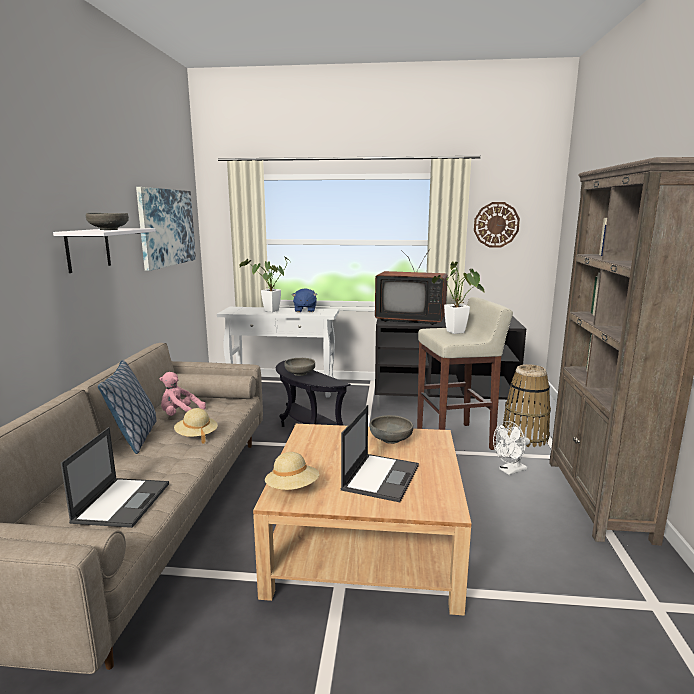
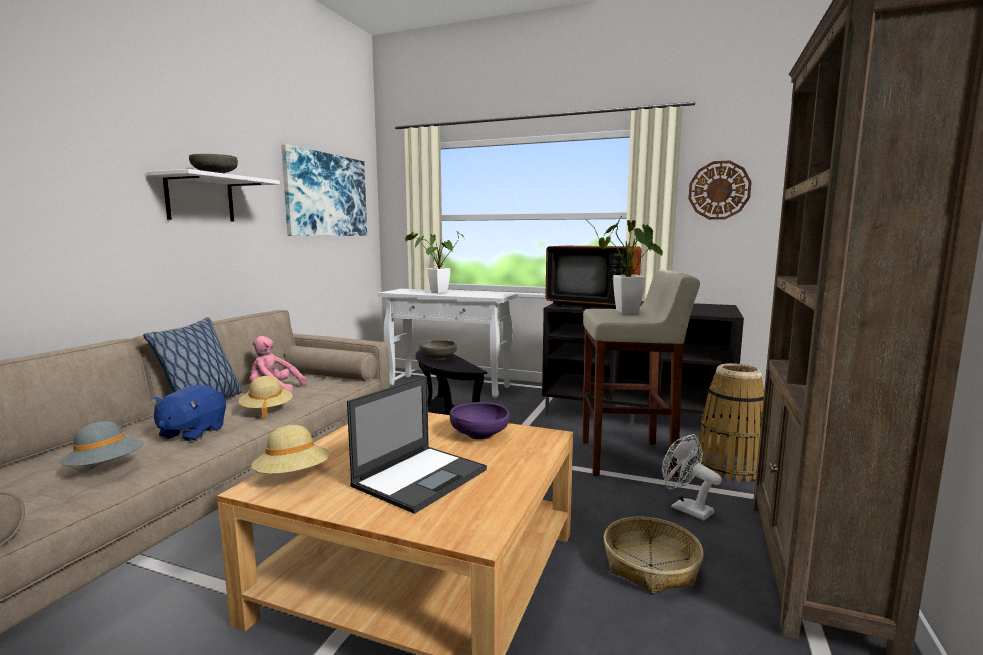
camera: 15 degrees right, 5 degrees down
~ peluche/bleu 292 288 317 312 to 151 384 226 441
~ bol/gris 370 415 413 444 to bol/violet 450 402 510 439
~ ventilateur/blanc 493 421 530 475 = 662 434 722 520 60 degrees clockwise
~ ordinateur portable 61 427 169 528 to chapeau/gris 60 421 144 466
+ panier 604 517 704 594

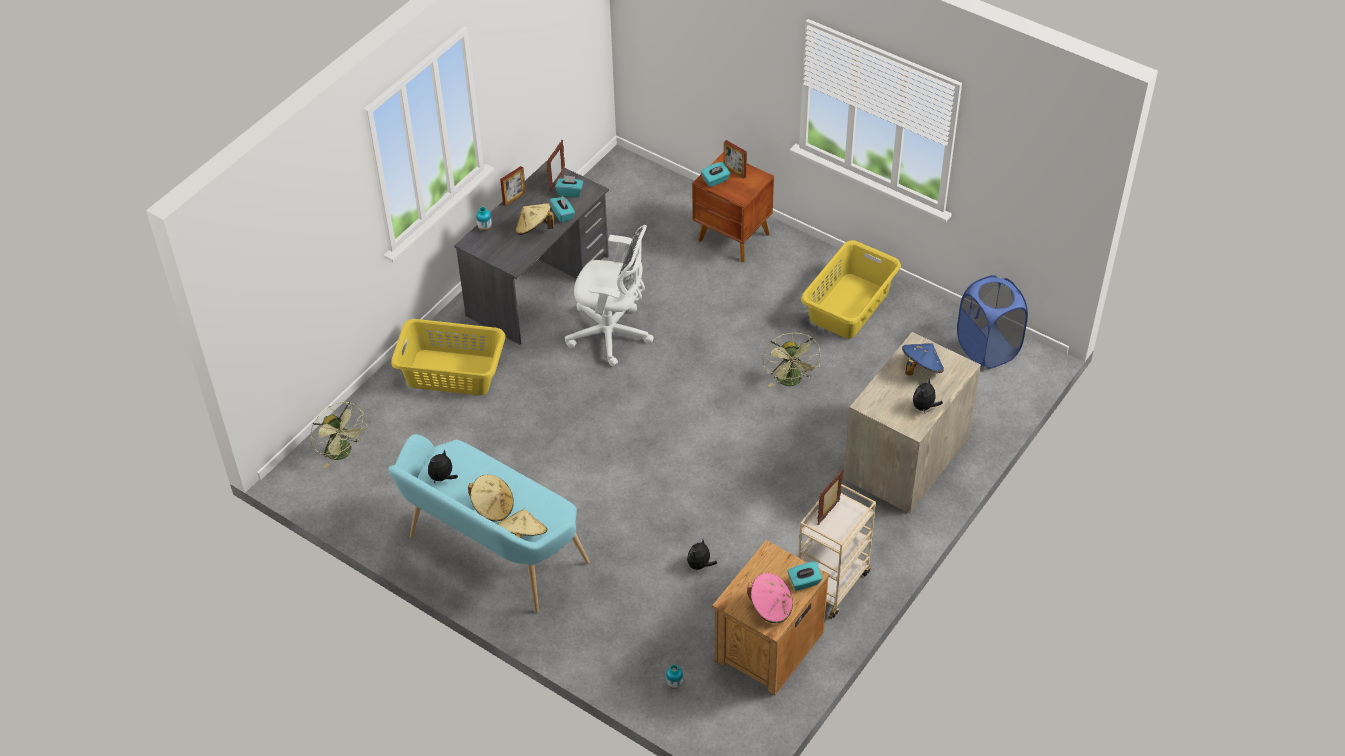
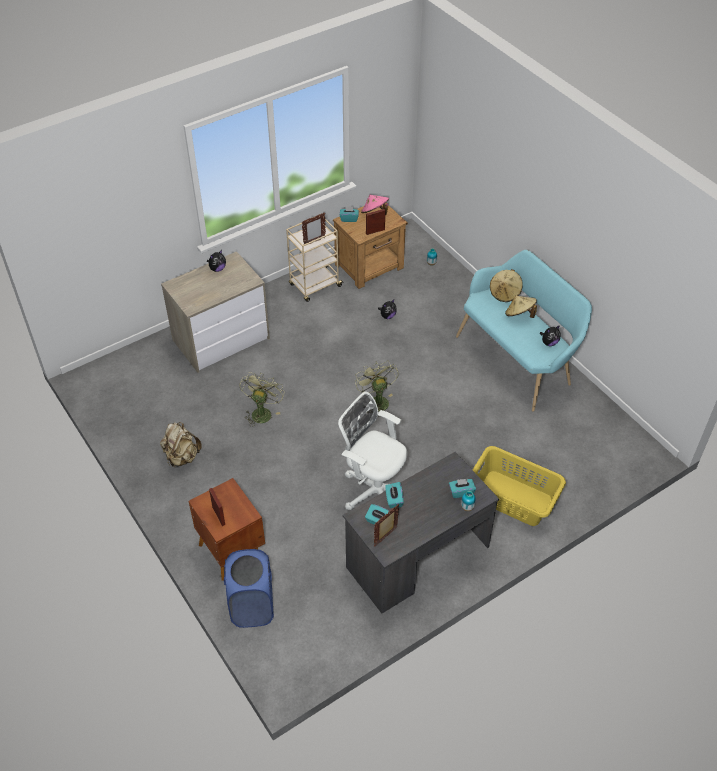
camera: 160 degrees left, 0 degrees up
~ boîte à mouchoirs/turquoise 701 162 730 187 to 449 479 476 498
~ cadre photo 500 166 526 206 to 366 209 385 235
- chapeau/beige 516 203 554 235
~ panier à linge/jaune 801 240 901 338 to sac à dos/beige 160 422 202 468
~ panier à linge/bleu 957 275 1028 369 to 224 549 274 628
- chapeau/bleu 902 343 944 375
~ ventilateur/vert 310 401 368 468 to 355 360 399 417

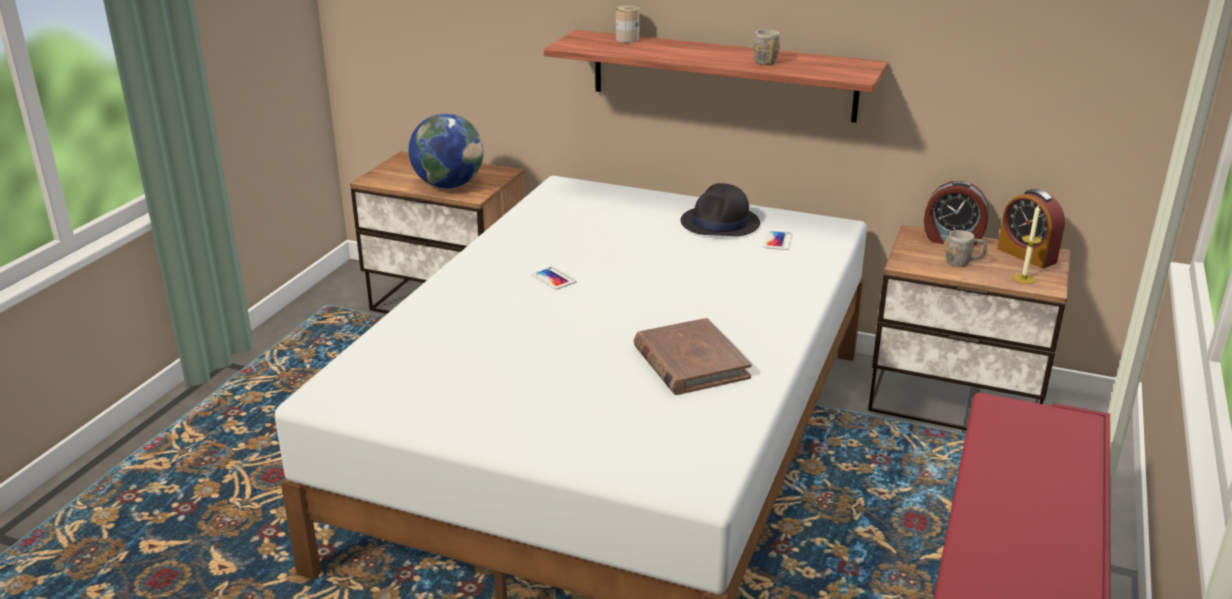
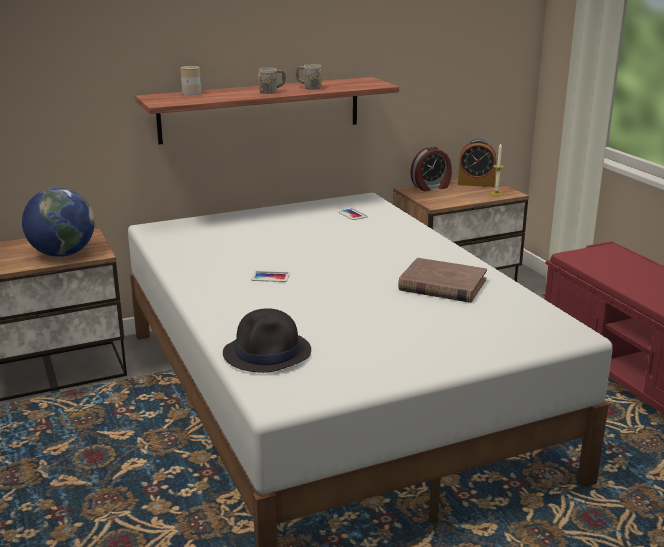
camera: 45 degrees left, 5 degrees down
~ chapeau/noir 681 183 760 236 to 223 308 311 373
~ mug/gris 945 230 987 267 to 258 68 286 94

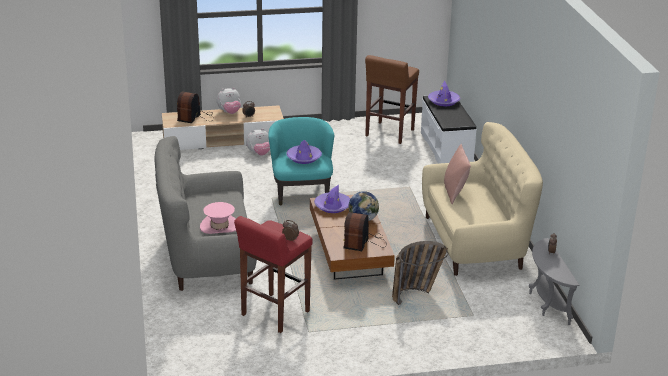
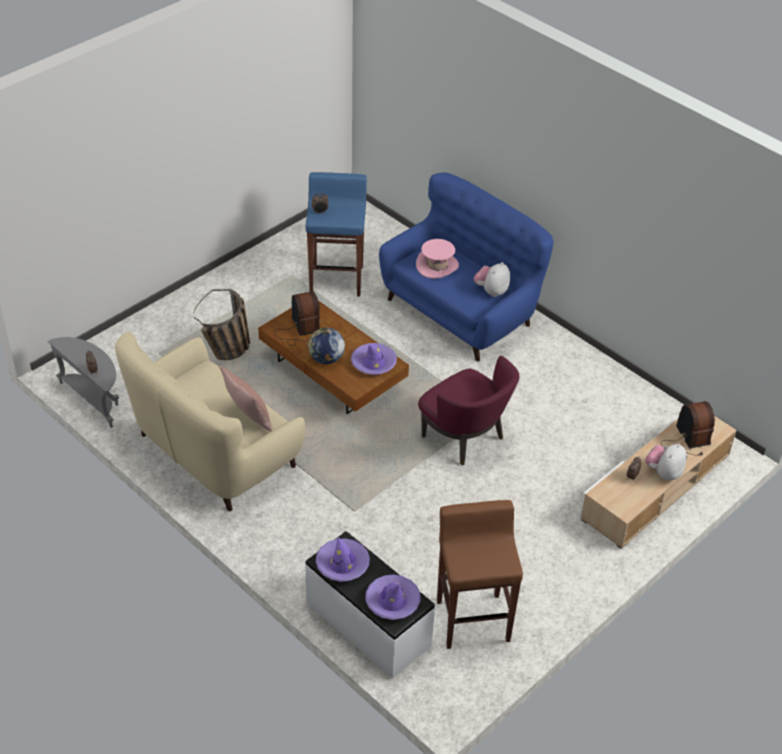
camera: 145 degrees right, 15 degrees up
~ fauteuil/turquoise 269 117 334 206 to fauteuil/violet 418 356 519 465
~ peluche 246 128 270 156 to 474 262 510 297
~ canapé/gris 154 136 257 291 to canapé/bleu 379 172 554 362
~ chapeau/violet 286 140 322 164 to 316 537 370 582
~ tabouret/rouge 234 216 313 333 to tabouret/bleu 305 172 367 296

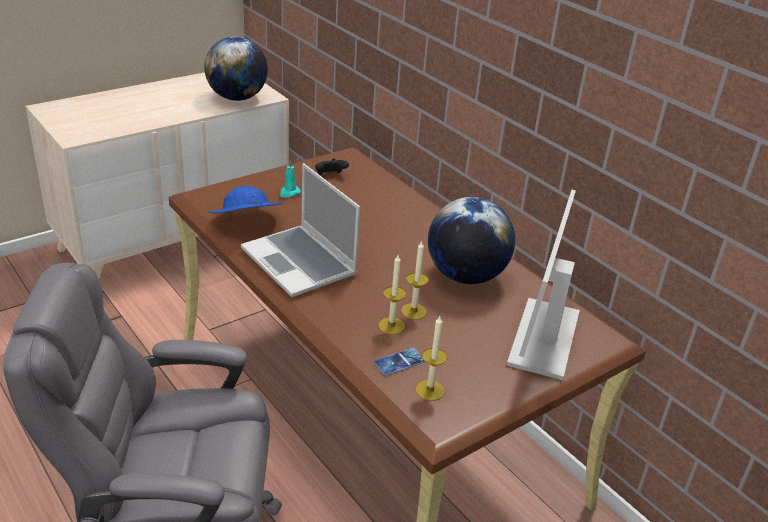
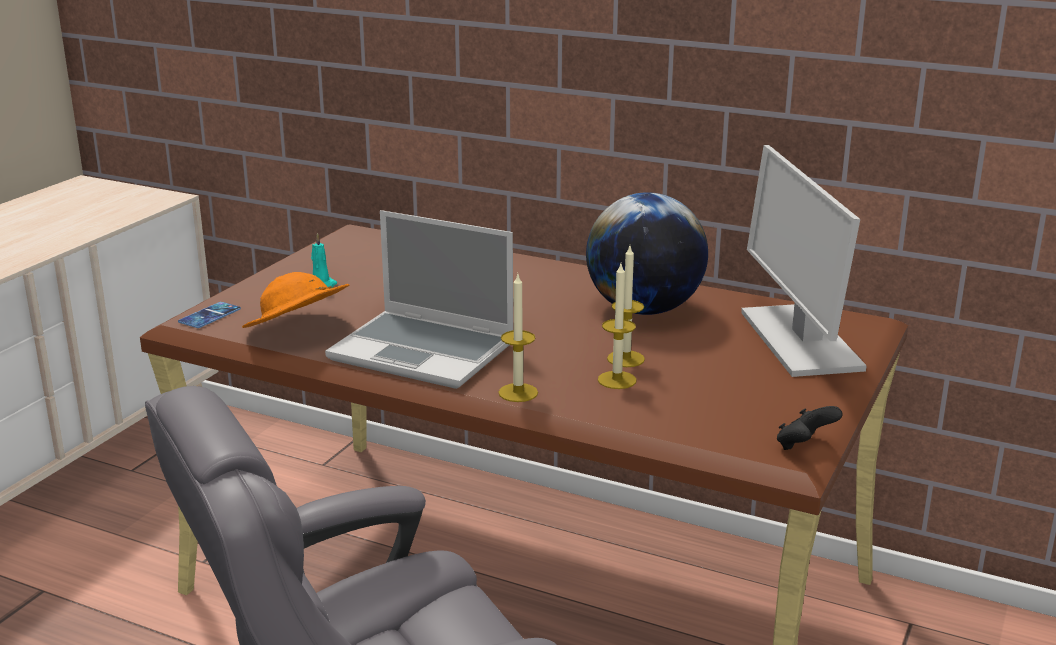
camera: 25 degrees left, 10 degrees down
- globe 204 37 268 101
~ manette/noir 315 159 349 175 to 777 406 843 450
~ chapeau/bleu 209 186 282 213 to chapeau/orange 242 272 350 328
~ bougie 416 316 447 401 to 498 274 538 402
~ téléphone 374 348 425 376 to 178 302 241 328

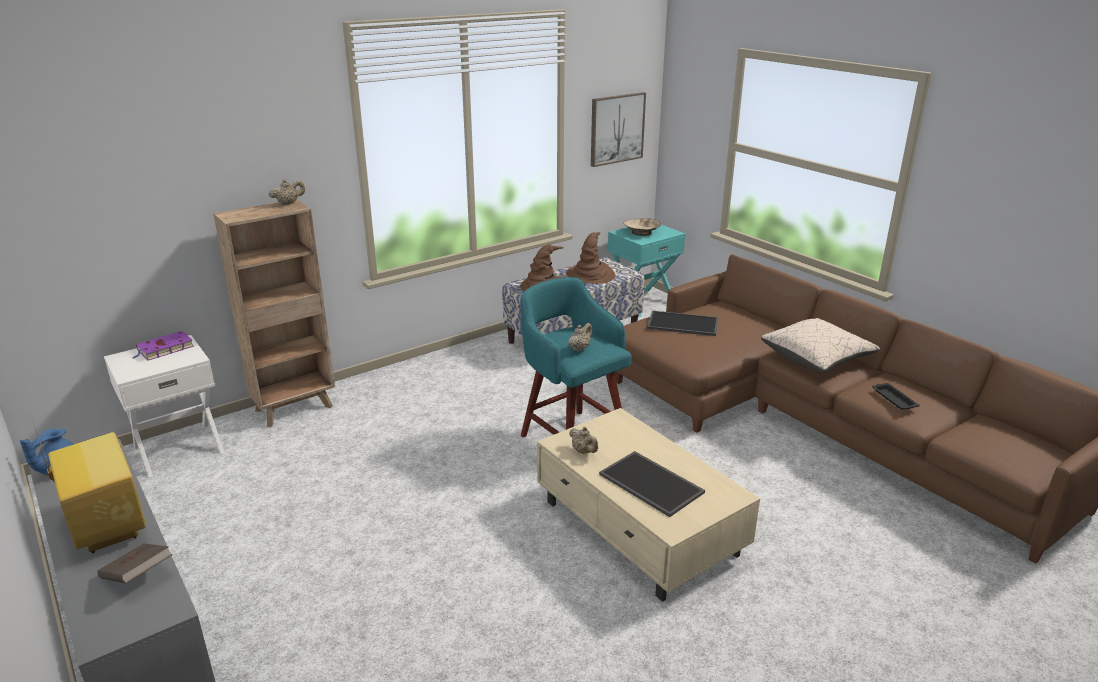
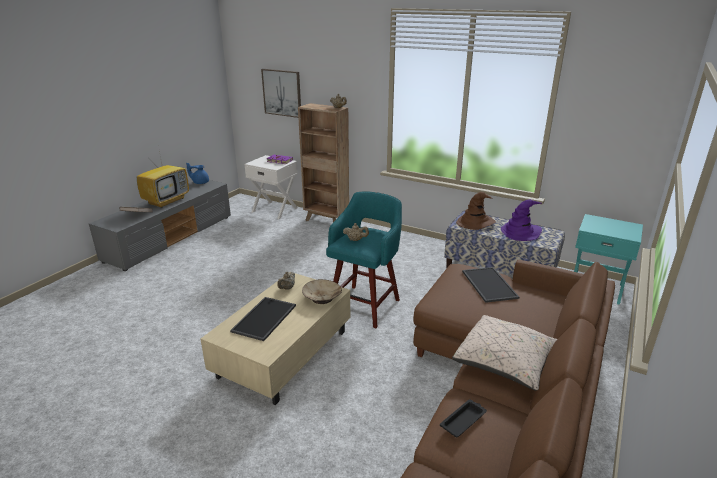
camera: 65 degrees right, 0 degrees up
~ tableau 591 92 646 167 to 261 69 301 118
~ bol/beige 624 218 661 236 to 302 279 342 304
~ chapeau/marron 566 232 615 284 to chapeau/violet 501 199 542 241

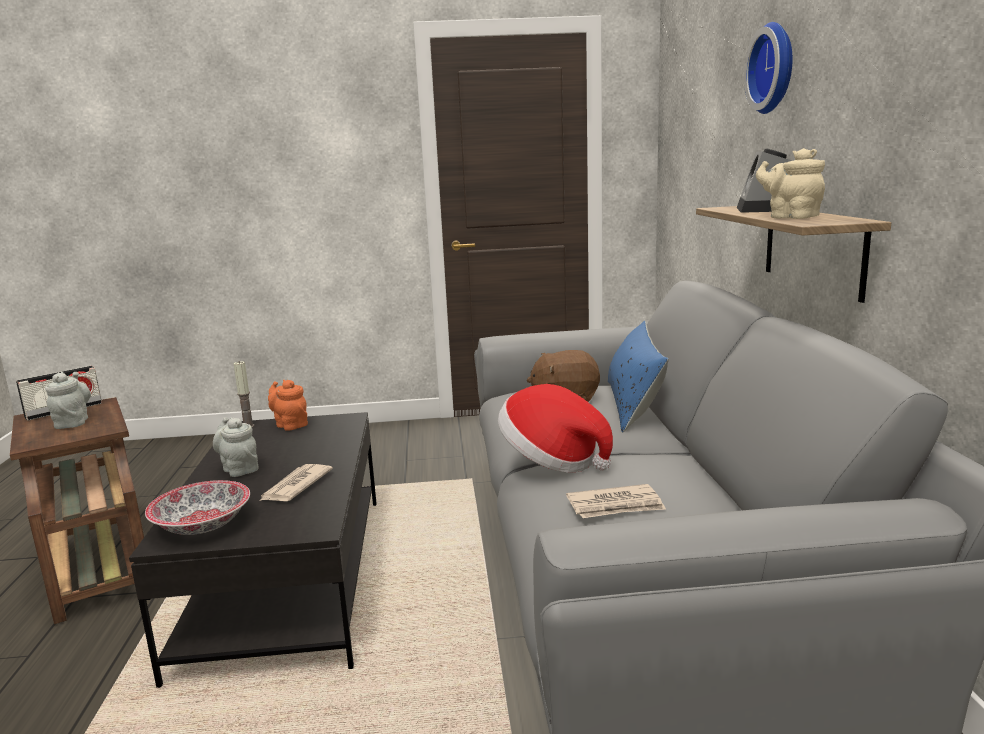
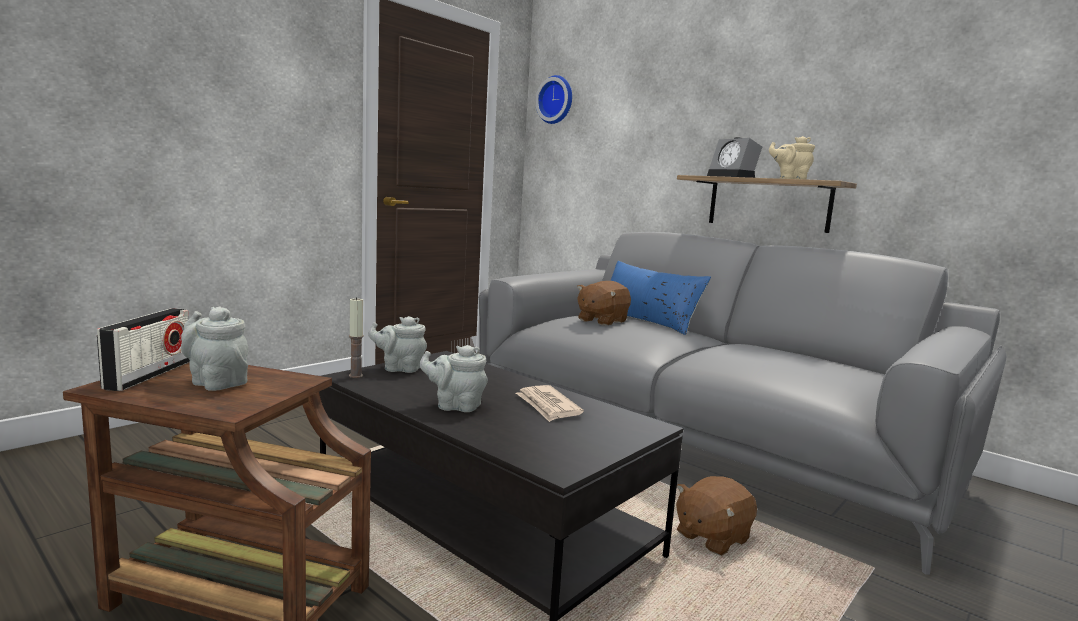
camera: 45 degrees left, 5 degrees down
~ horloge murale 744 22 793 114 to 535 75 572 124
~ théière/orange 268 380 308 431 to théière/gris 368 316 427 373
- chapeau 498 384 613 473
- bol 145 480 250 535
- journal 566 484 666 518
+ peluche/marron 676 476 757 556

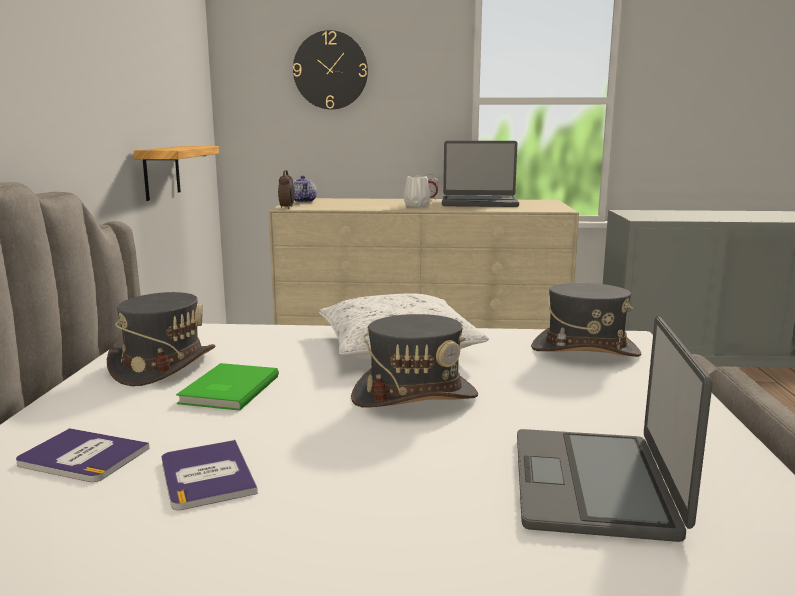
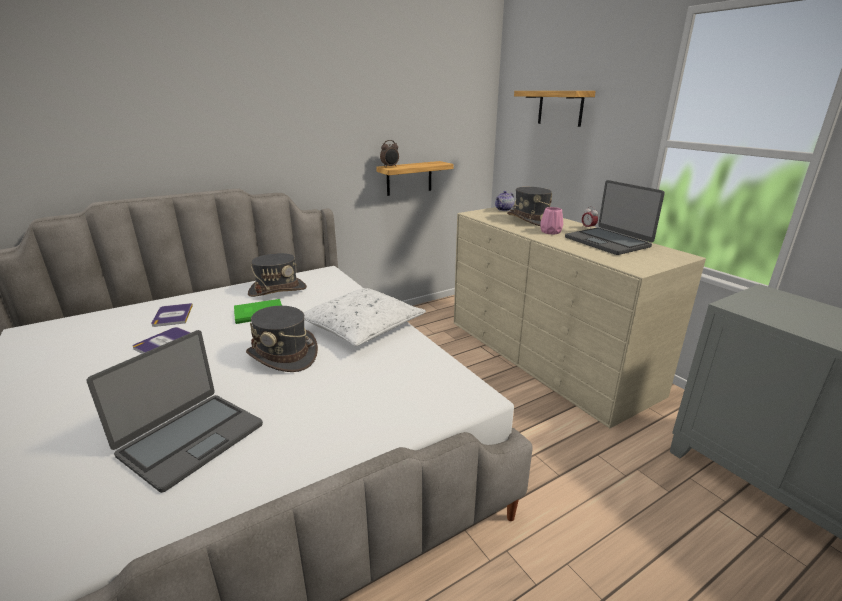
camera: 55 degrees right, 10 degrees up
~ horloge murale 293 30 368 110 to étagère 514 91 596 127
~ réveil 278 170 295 209 to 380 140 399 167
~ vase/blanc 404 176 431 207 to vase/rose 541 207 563 235
~ chapeau/gris 531 283 641 357 to 507 187 552 226
~ ordinateur portable 517 316 712 542 = 87 330 263 493 150 degrees clockwise

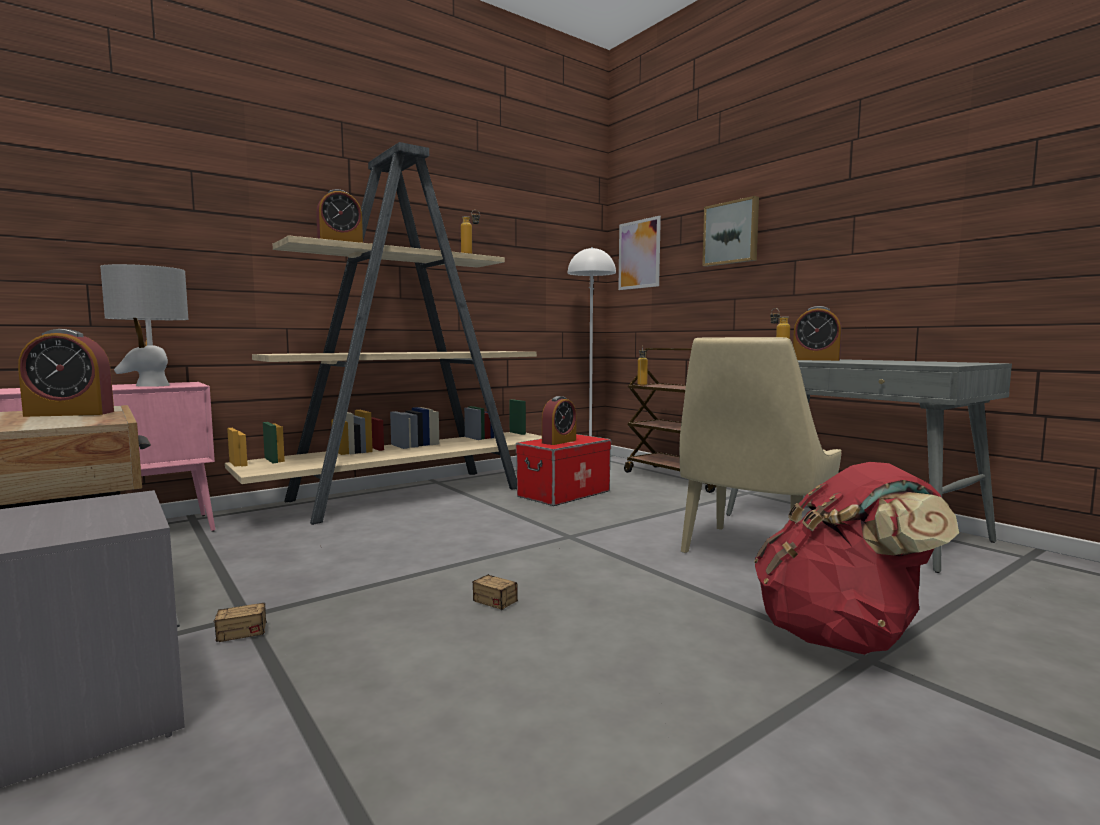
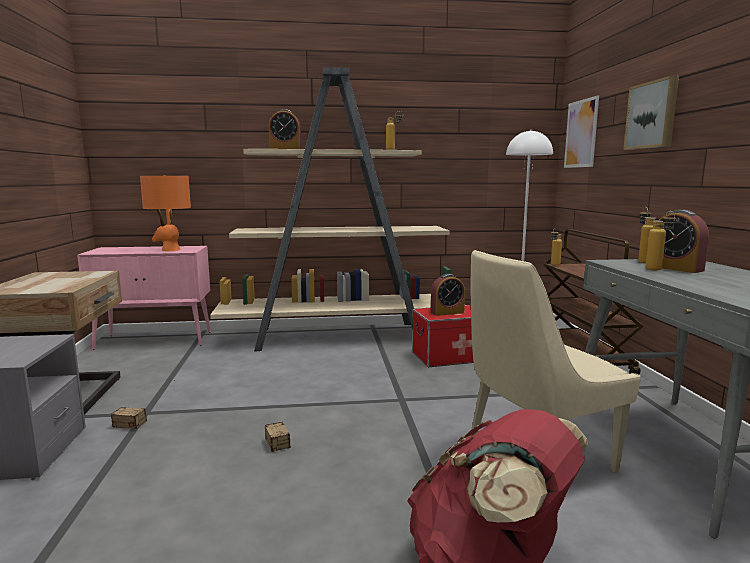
camera: 30 degrees right, 5 degrees up
~ lampe de table/gris 100 264 188 387 to lampe de table/orange 140 175 191 251
- réveil 18 329 114 417
+ bouteille 646 211 676 270

